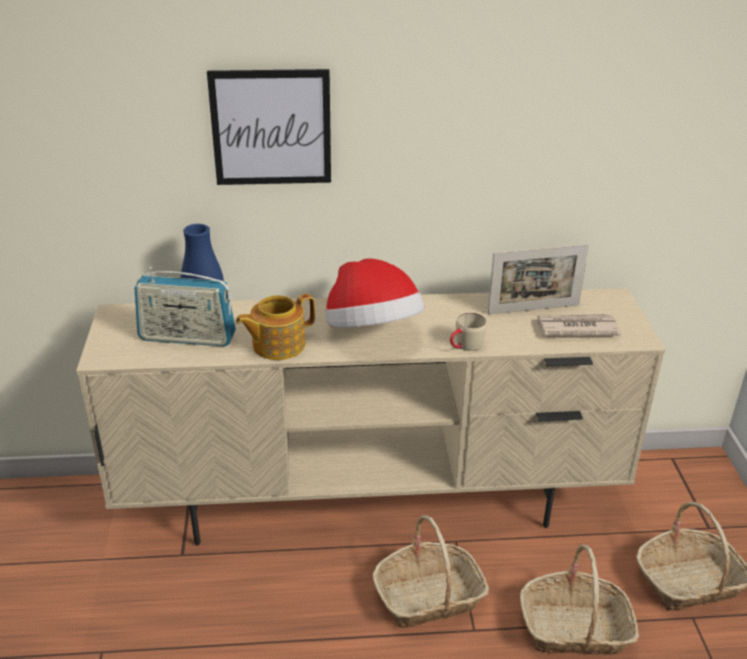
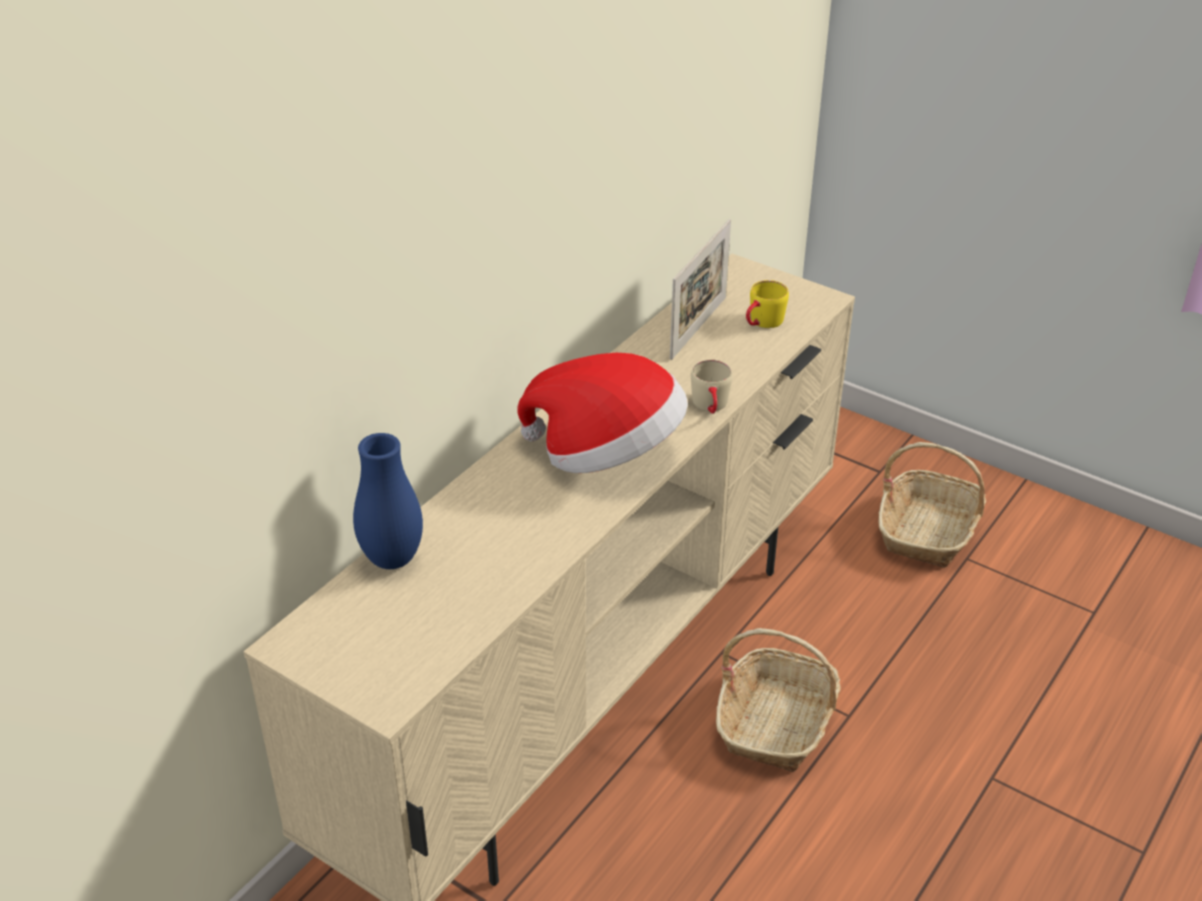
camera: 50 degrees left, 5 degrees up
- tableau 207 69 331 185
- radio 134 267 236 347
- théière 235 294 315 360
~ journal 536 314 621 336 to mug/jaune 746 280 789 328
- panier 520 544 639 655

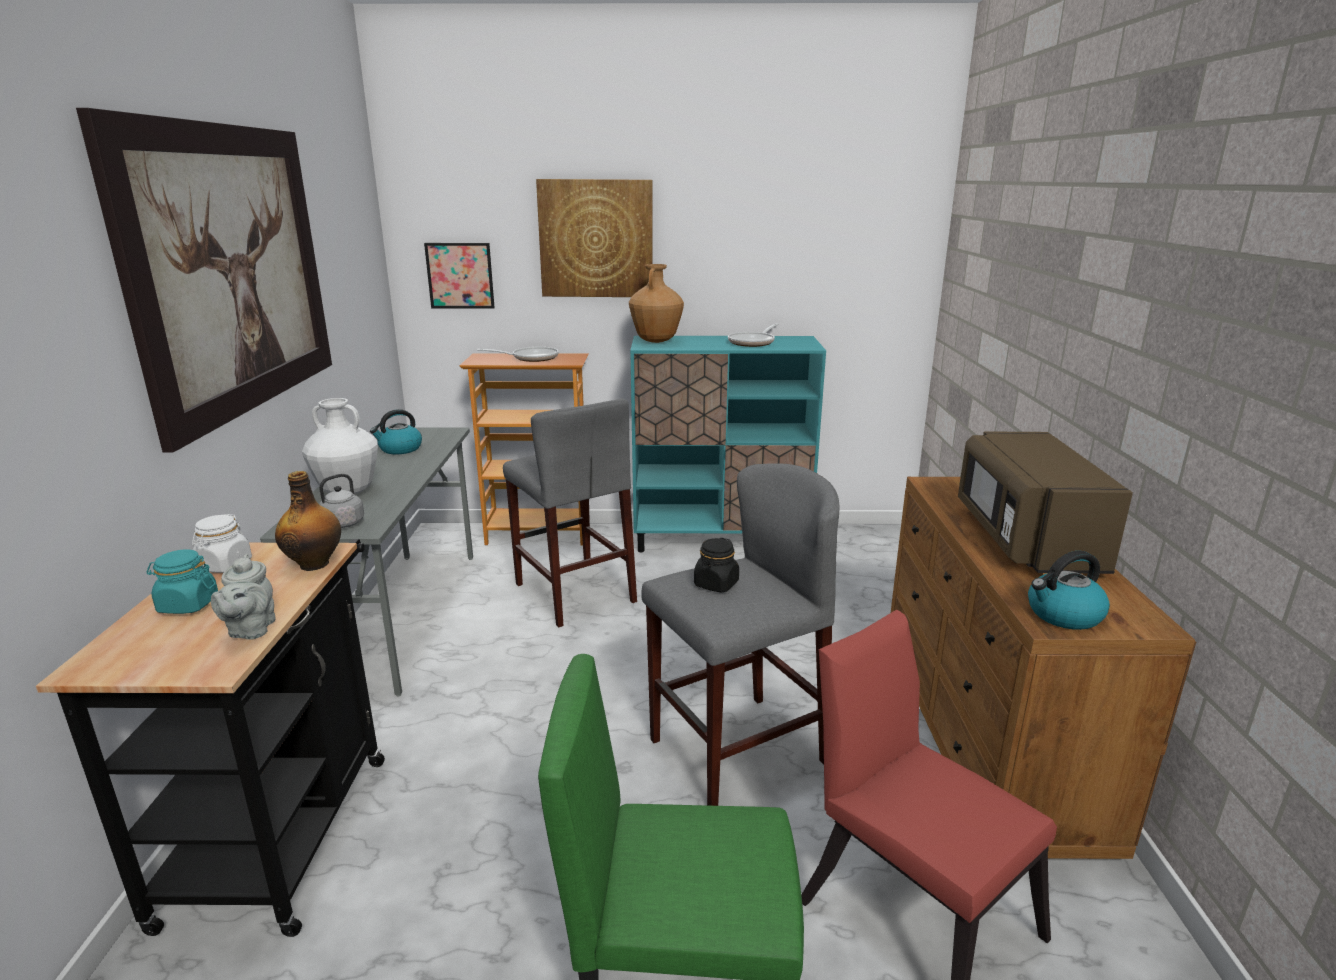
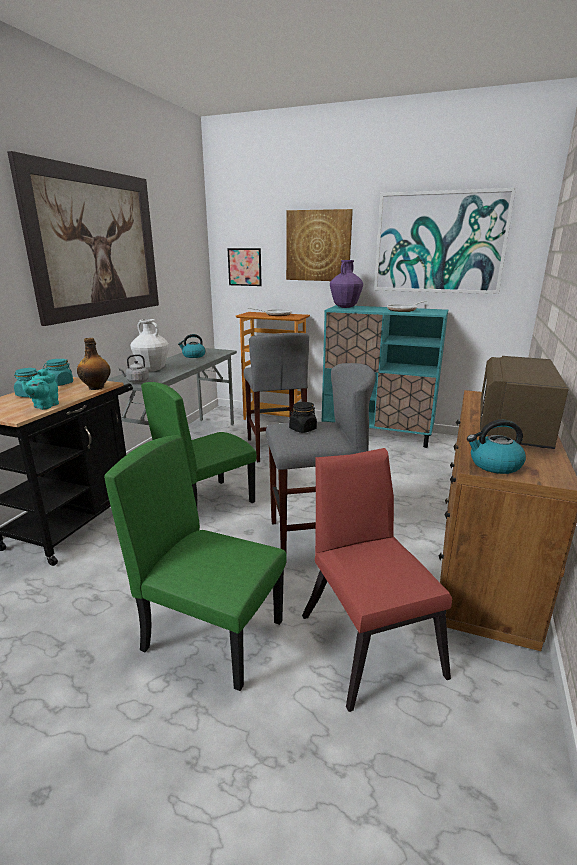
camera: 20 degrees right, 0 degrees up
~ vase/marron 629 264 684 343 to vase/violet 330 260 363 308
~ bocal/blanc 192 514 252 573 to bocal/turquoise 43 359 73 386
~ théière/gris 211 554 276 640 to théière/turquoise 21 368 59 410
+ tableau 374 188 516 294
+ chaise/vert 141 382 256 506

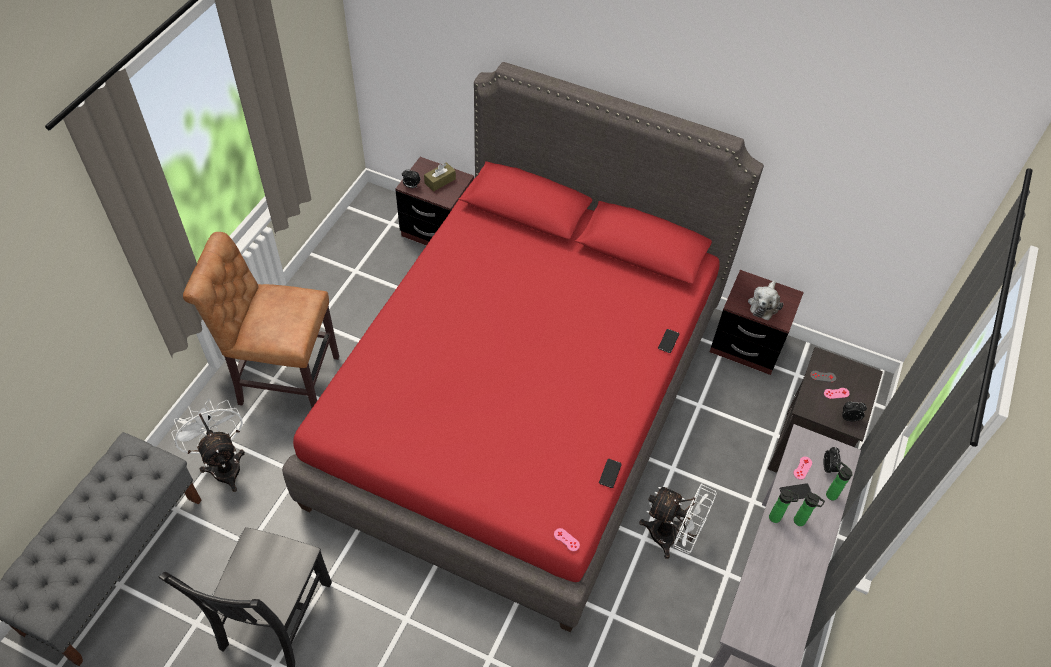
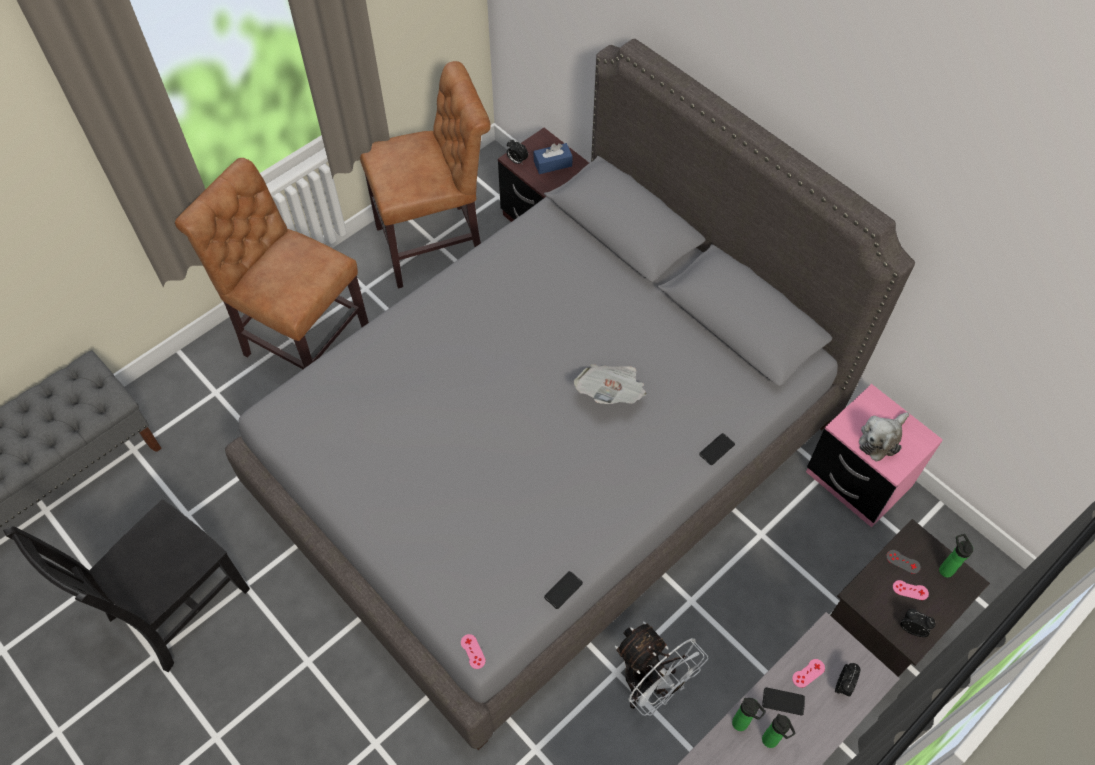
camera: 25 degrees right, 5 degrees up
~ lit/rouge 282 62 764 632 to lit/gris 225 39 915 750
~ boîte à mouchoirs/marron 424 162 456 192 to boîte à mouchoirs/bleu 534 143 573 174
~ table de chevet/marron 710 270 804 375 to table de chevet/rose 806 384 943 527
- ventilateur/blanc 171 399 245 492
~ bouteille 826 462 853 500 to 939 534 973 578
+ chaise/marron 360 61 491 289
+ journal 574 364 646 404

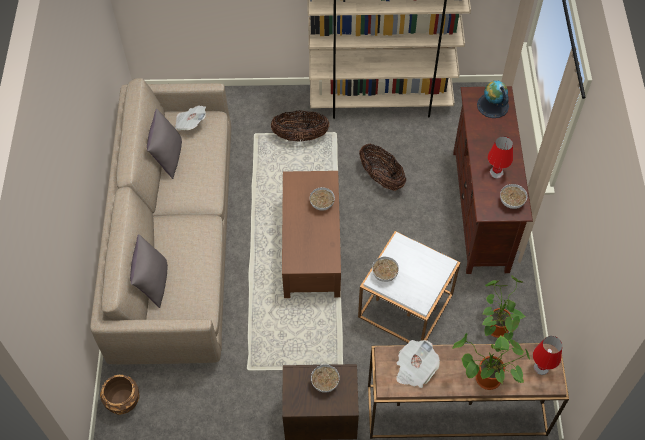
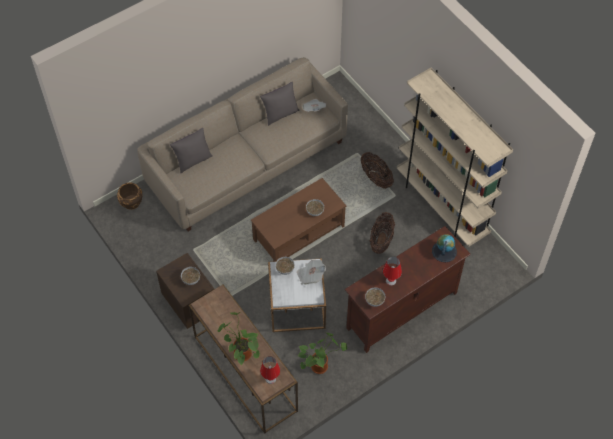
camera: 55 degrees right, 0 degrees up
~ journal 396 340 440 388 to 297 260 326 285

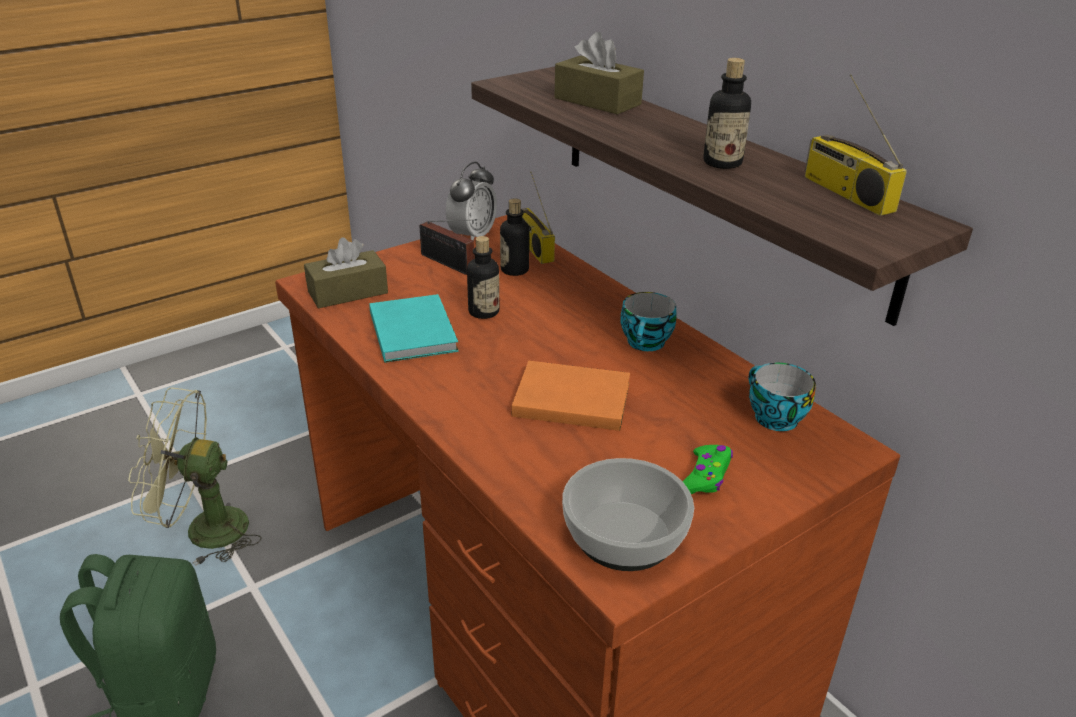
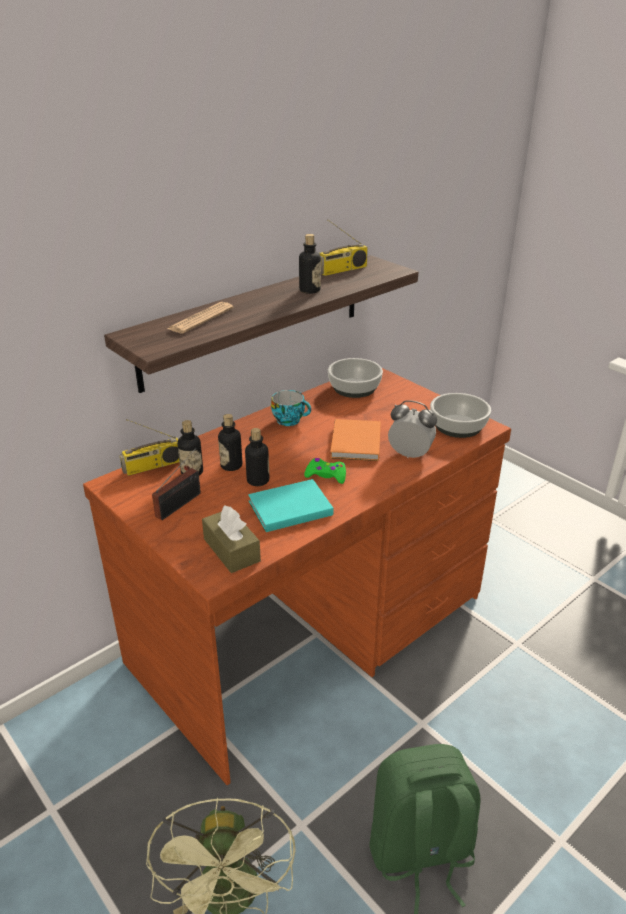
camera: 95 degrees left, 0 degrees up
~ boîte à mouchoirs/marron 554 32 644 115 to journal 168 302 234 334
~ réveil 446 162 497 240 to 388 400 437 458
~ tasse 749 363 816 431 to bol 328 358 383 398
~ manette/vert 683 445 733 494 to 304 458 346 484
+ bouteille 218 414 242 471

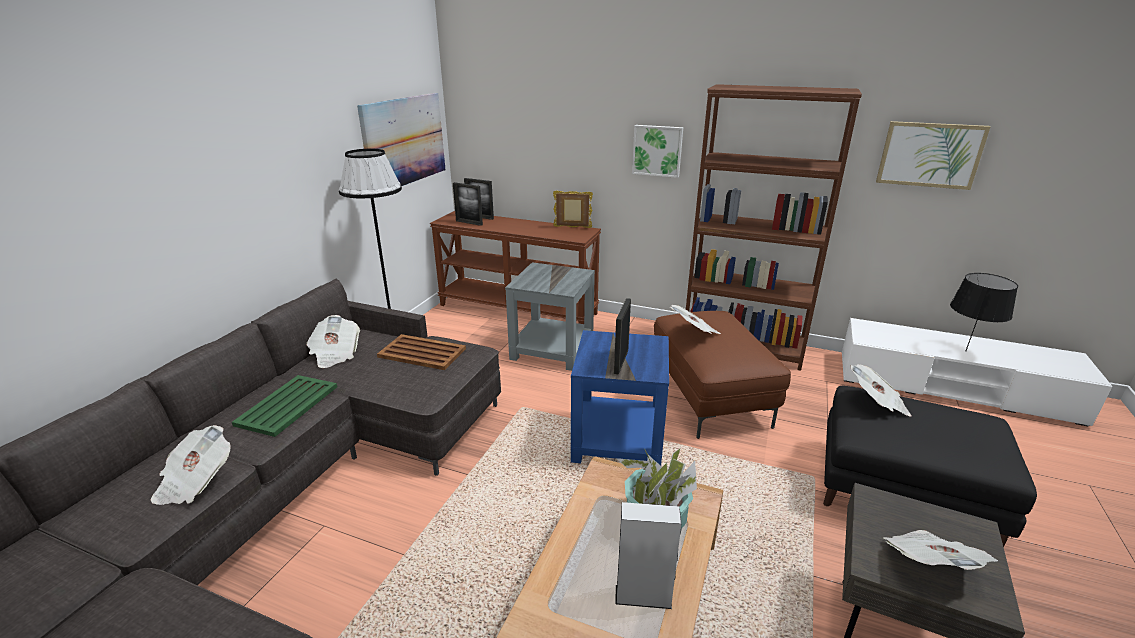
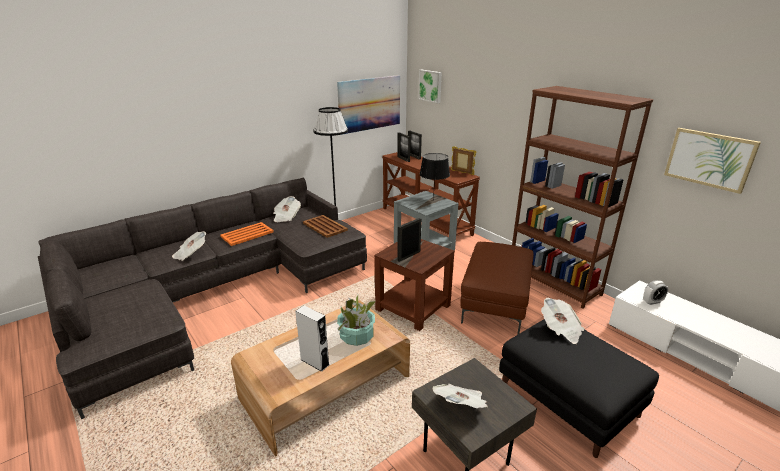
camera: 30 degrees right, 0 degrees up
~ tableau 632 125 683 178 to 418 70 442 103
~ lampe de table/noir 950 273 1018 352 to 419 153 450 200
- journal 670 305 721 334
~ table d'appoint/bleu 571 330 669 466 to table d'appoint/marron 374 239 455 331
~ plateau/vert 232 375 337 437 to plateau/orange 220 222 274 246
+ réveil 643 280 668 305

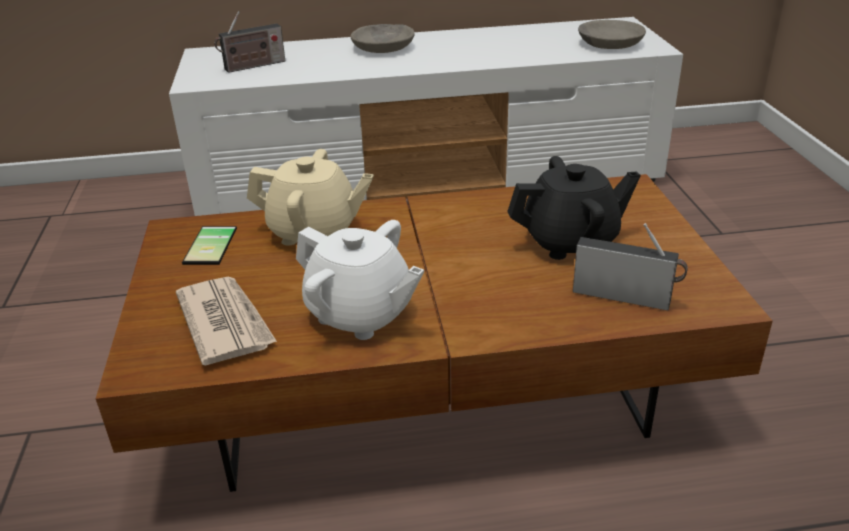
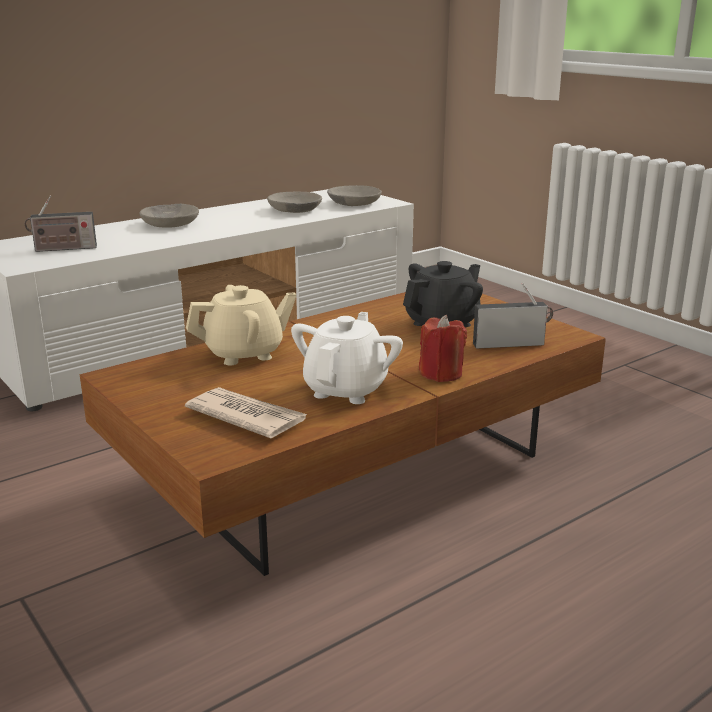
camera: 30 degrees left, 10 degrees down
~ radio 214 11 285 73 = 25 196 97 252 45 degrees clockwise
~ théière/blanc 296 220 424 340 = 291 312 403 404 75 degrees counterclockwise
- téléphone 182 226 237 265
+ bol/gris 267 192 322 213
+ bougie/rouge 419 315 467 382

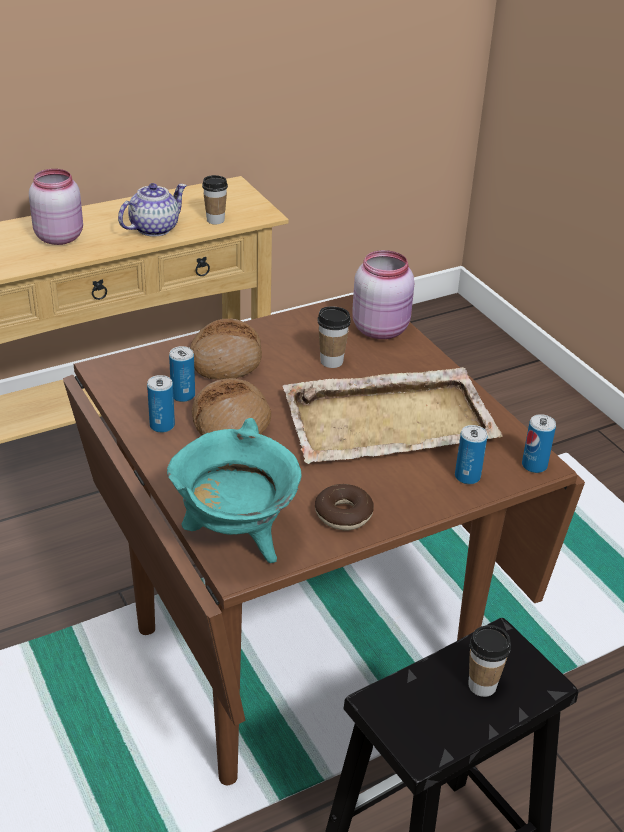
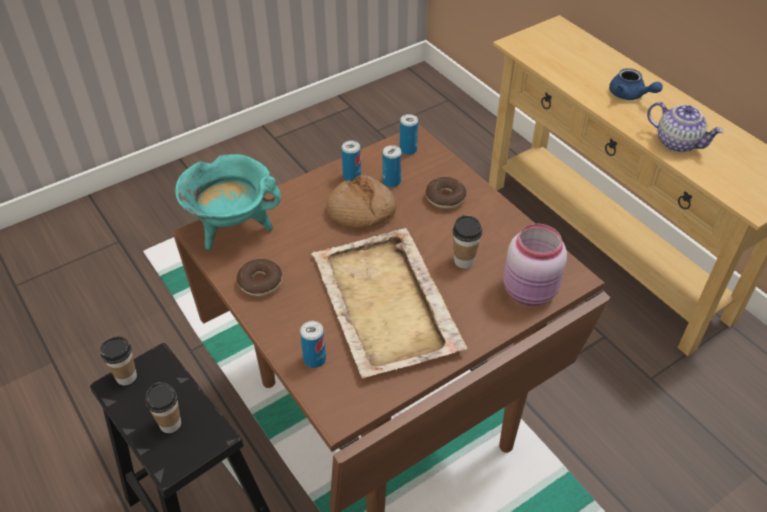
camera: 85 degrees right, 10 degrees up
~ bocal/rose 29 169 83 245 to théière/bleu 609 68 663 100
~ tasse 202 175 228 224 to 100 336 137 385
~ pain 190 318 262 380 to beignet 426 177 466 209
~ boîte métallique 522 414 556 473 to 400 114 418 155

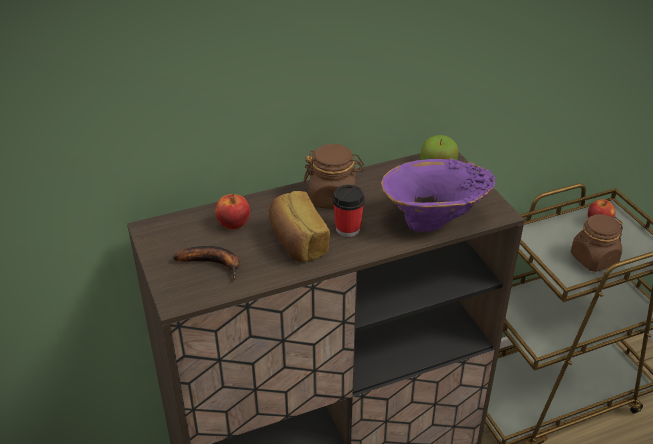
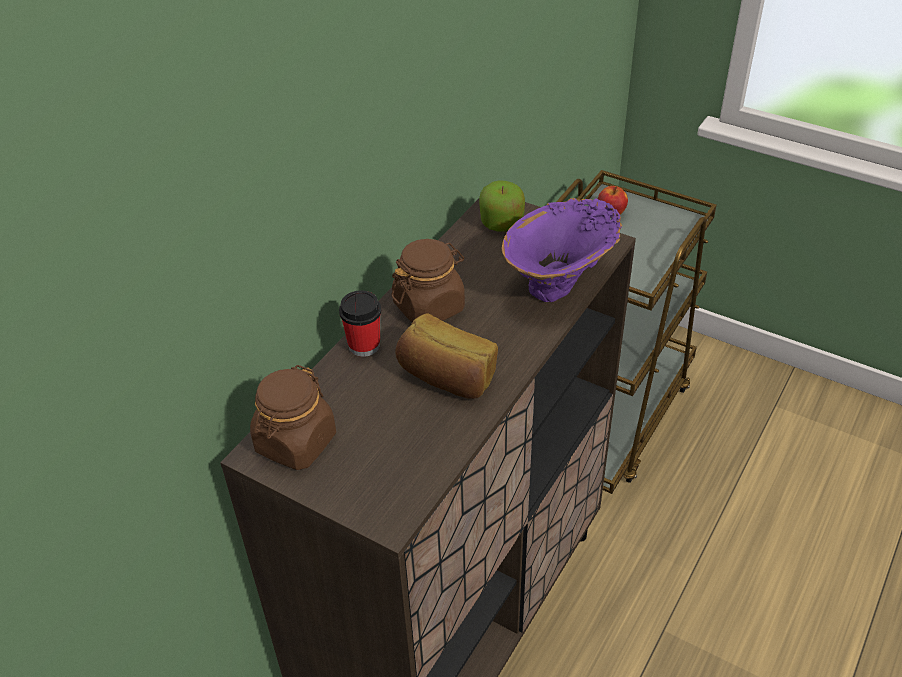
camera: 35 degrees left, 5 degrees up
~ tasse 333 185 365 237 to 339 290 381 357
- pomme 215 194 250 230
~ bocal/marron 571 214 623 272 to 250 365 336 470
- banane 173 246 240 281

